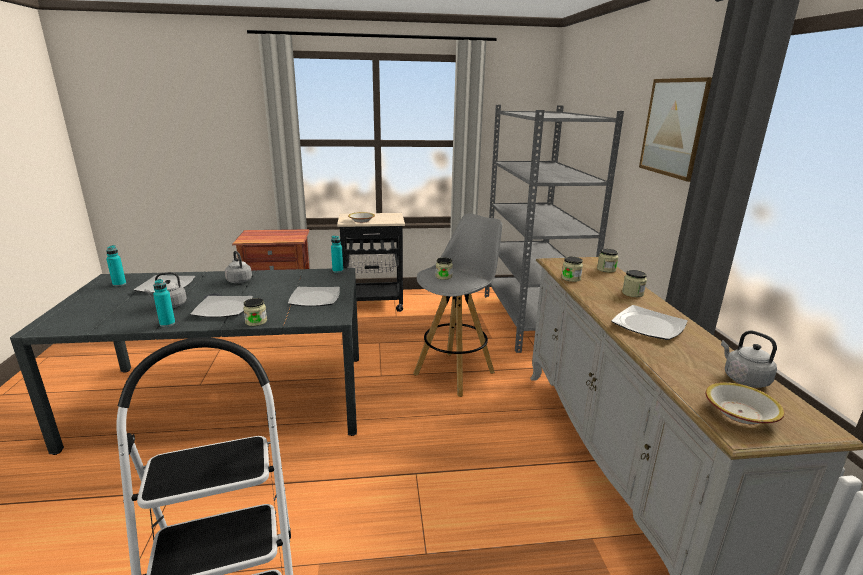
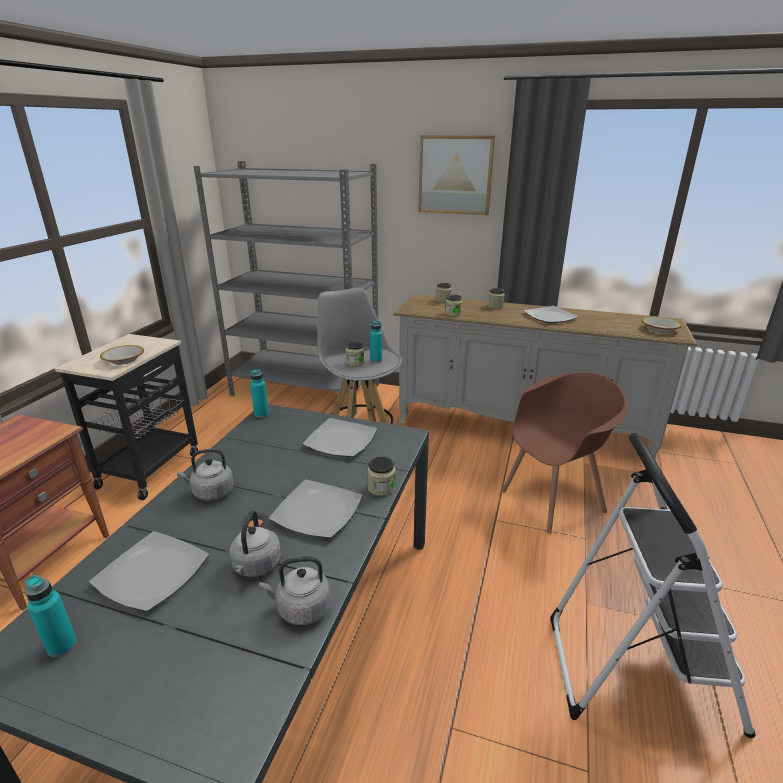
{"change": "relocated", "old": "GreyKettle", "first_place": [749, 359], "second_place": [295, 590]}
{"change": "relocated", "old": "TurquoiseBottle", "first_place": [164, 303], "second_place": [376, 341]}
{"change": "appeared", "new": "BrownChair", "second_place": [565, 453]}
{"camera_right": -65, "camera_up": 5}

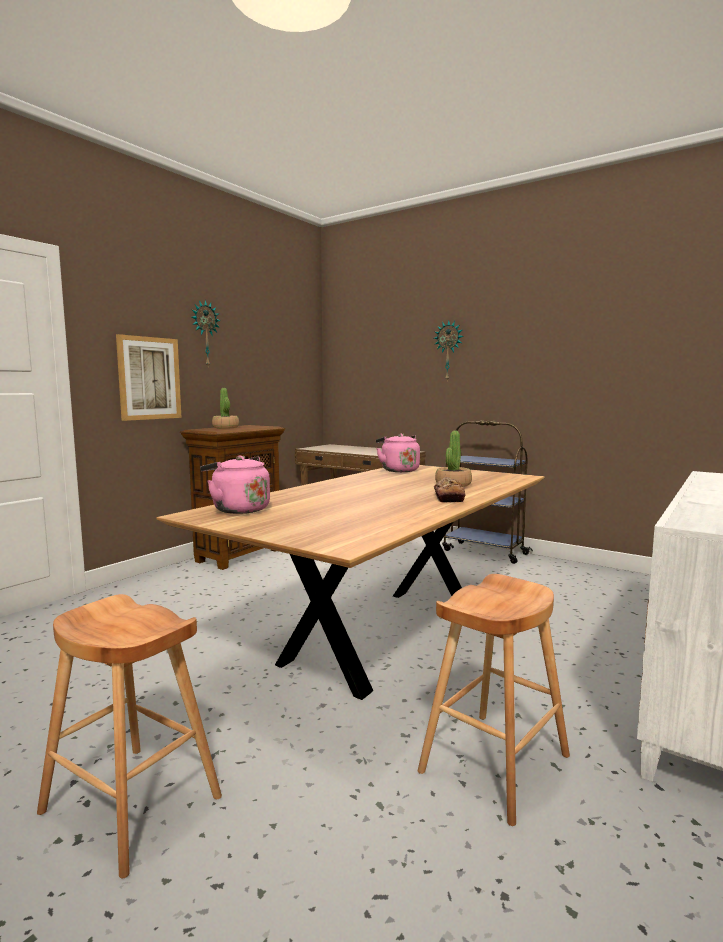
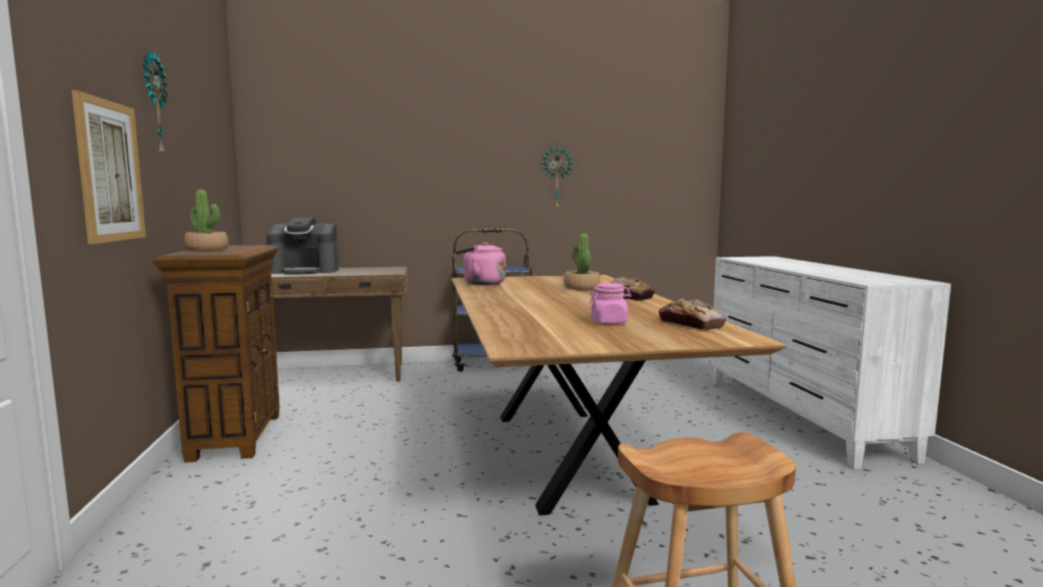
{"change": "appeared", "new": "CoffeeMachine", "second_place": [302, 245]}
{"change": "relocated", "old": "WallClock", "first_place": [449, 350], "second_place": [558, 177]}
{"change": "appeared", "new": "PinkJar", "second_place": [610, 303]}
{"change": "appeared", "new": "Bread", "second_place": [692, 314]}
{"change": "missing", "old": "PinkKettle", "first_place": [235, 485]}
{"change": "missing", "old": "BrownStool", "first_place": [494, 700]}
{"camera_right": -45, "camera_up": 0}

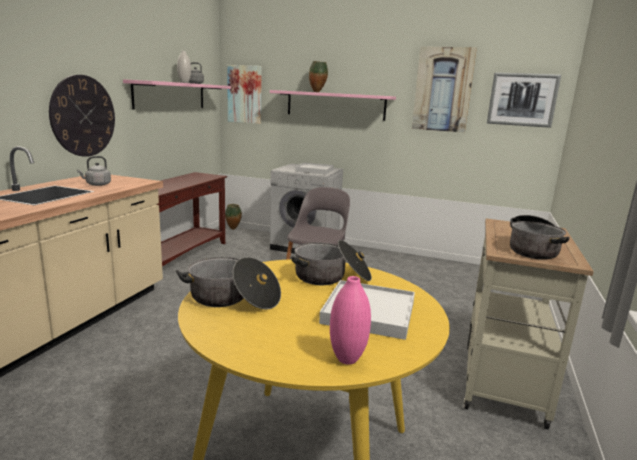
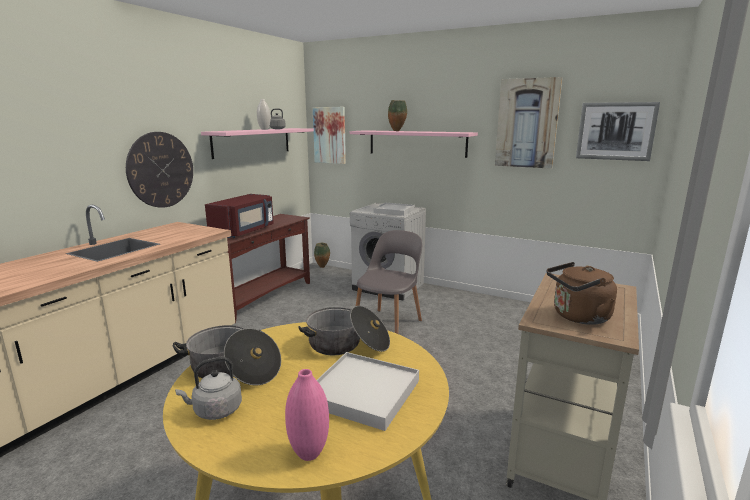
{"change": "relocated", "old": "GreyKettle", "first_place": [94, 171], "second_place": [208, 388]}
{"change": "appeared", "new": "RedMicrowave", "second_place": [239, 216]}
{"change": "exchanged", "old": "CookingPot", "new": "BrownKettle", "first_place": [539, 237], "second_place": [582, 293]}
{"camera_right": 10, "camera_up": 0}

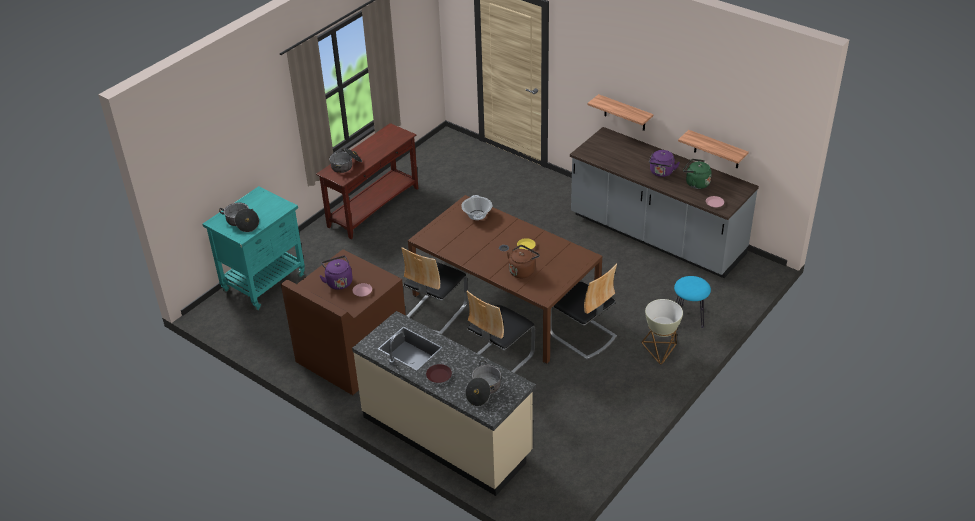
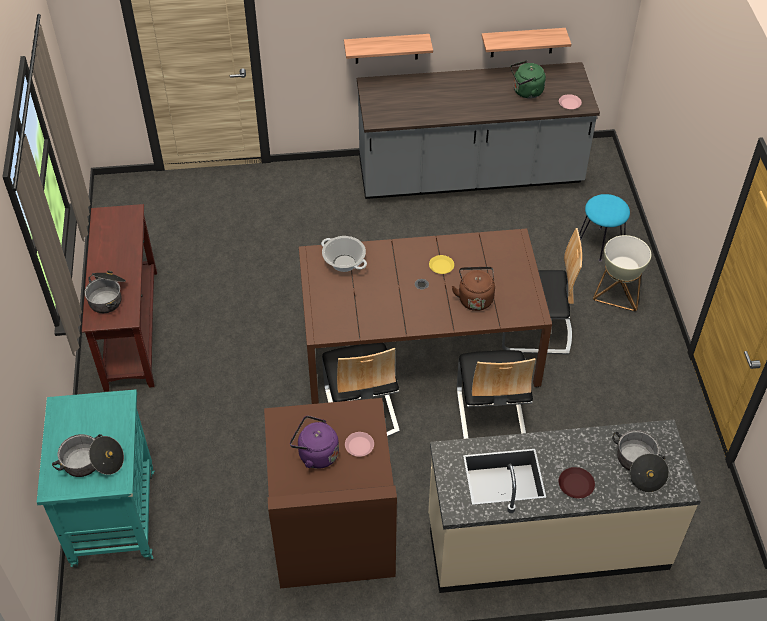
{"change": "missing", "old": "PurpleKettle", "first_place": [664, 163]}
{"camera_right": -45, "camera_up": 10}

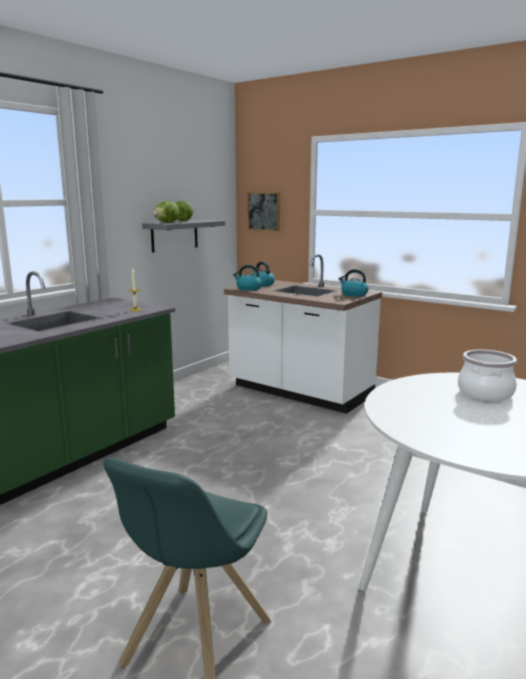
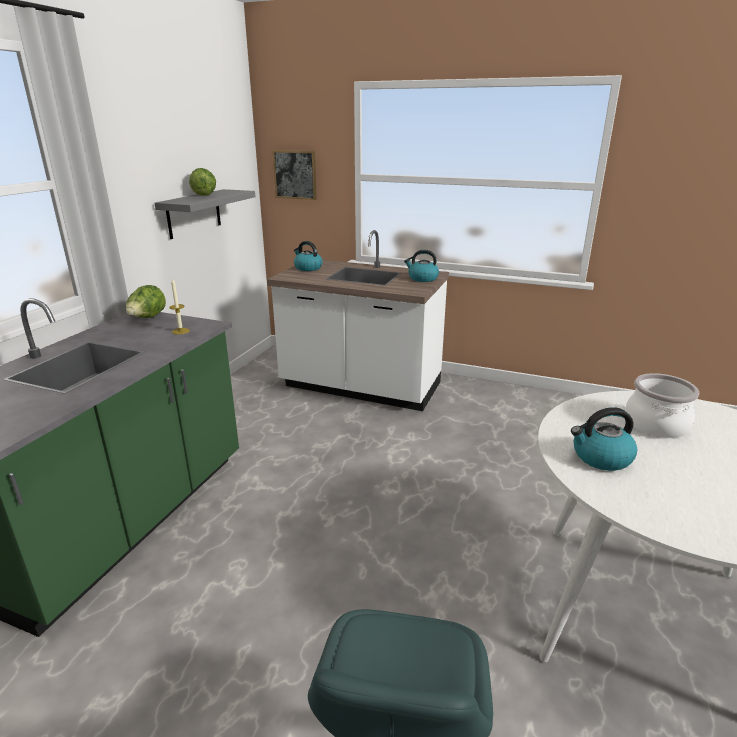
{"change": "relocated", "old": "Lettuce", "first_place": [166, 212], "second_place": [146, 301]}
{"change": "relocated", "old": "Kettle", "first_place": [247, 278], "second_place": [604, 439]}
{"camera_right": -15, "camera_up": 10}

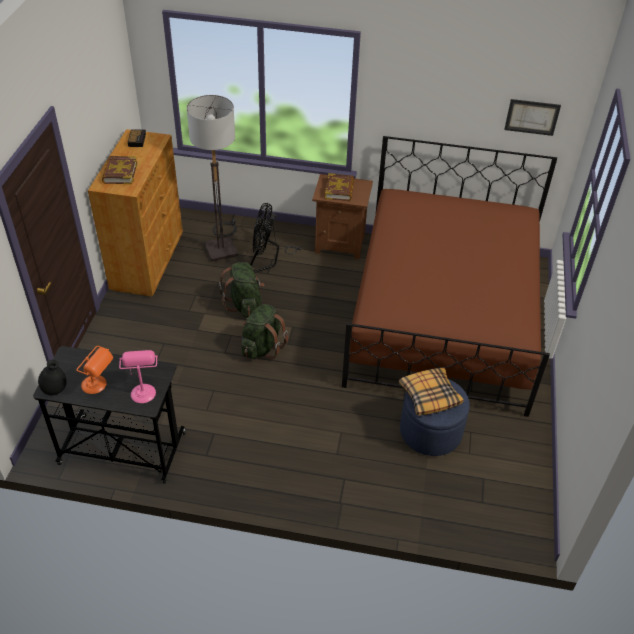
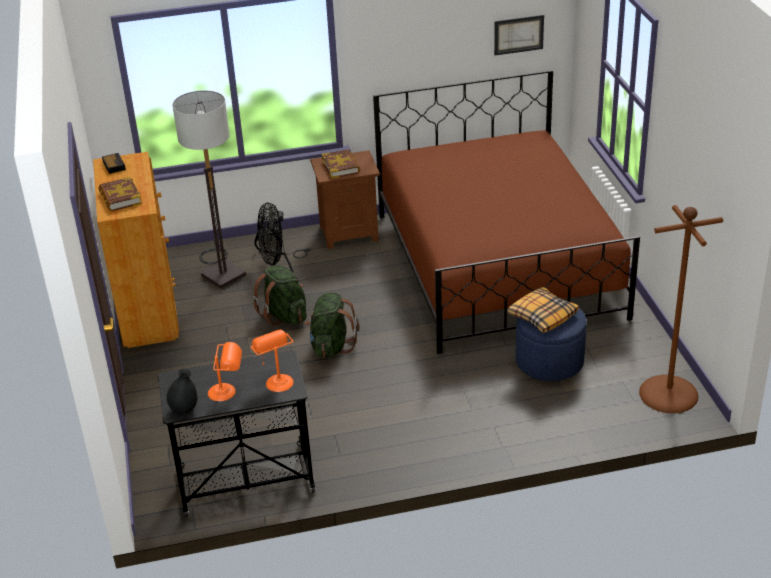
{"change": "colour", "old": "PinkTableLamp", "new": "OrangeTableLamp", "first_place": [138, 376], "second_place": [272, 361]}
{"change": "appeared", "new": "BrownClothesRack", "second_place": [681, 309]}
{"camera_right": -20, "camera_up": -10}

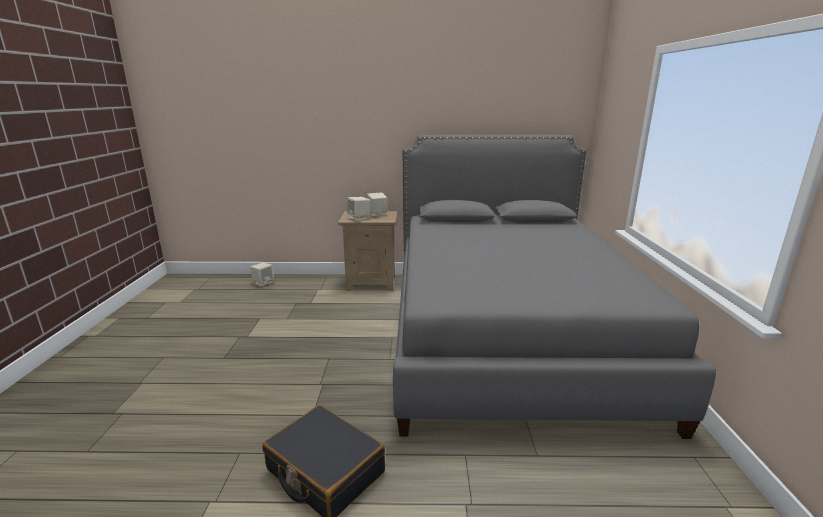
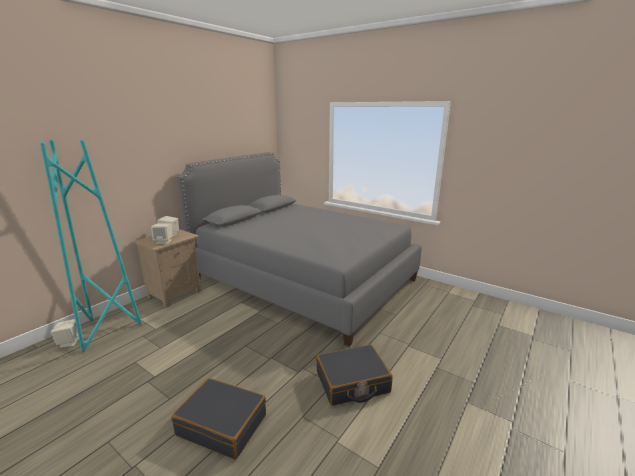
{"change": "appeared", "new": "TurquoiseClothesRack", "second_place": [91, 245]}
{"change": "appeared", "new": "BlackSuitcase", "second_place": [218, 418]}
{"camera_right": -55, "camera_up": 0}

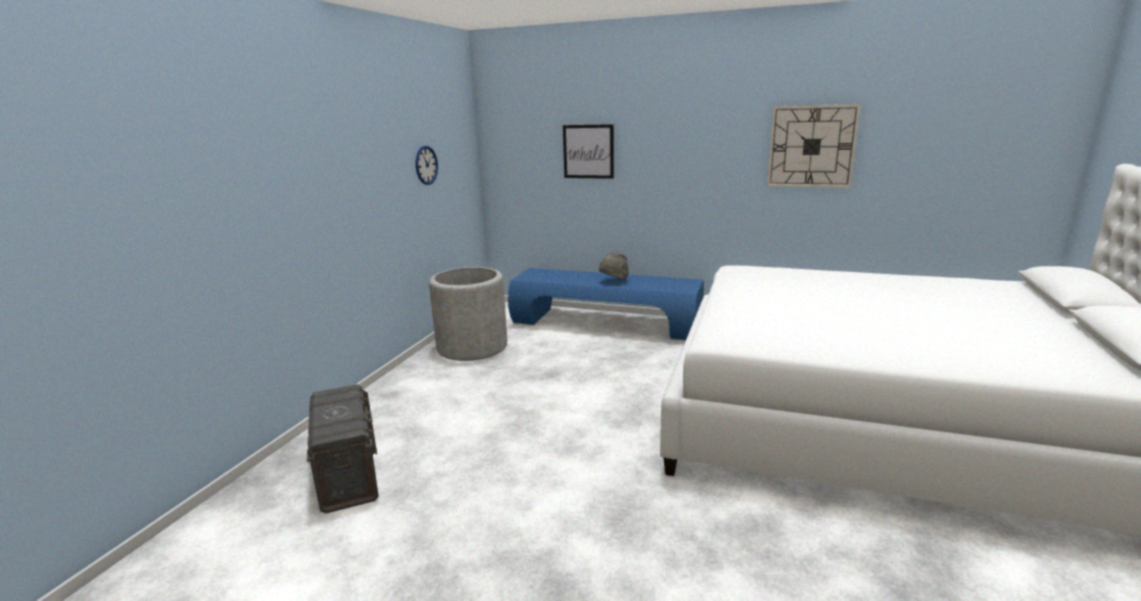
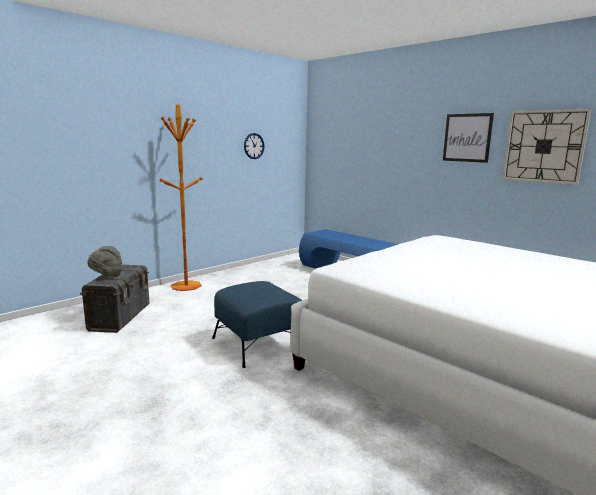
{"change": "relocated", "old": "GreyHat", "first_place": [614, 266], "second_place": [105, 261]}
{"change": "appeared", "new": "OrangeClothesRack", "second_place": [180, 197]}
{"change": "appeared", "new": "BlueOttoman", "second_place": [257, 324]}
{"change": "relocated", "old": "Picture", "first_place": [588, 151], "second_place": [468, 138]}
{"change": "missing", "old": "GreyPlanter", "first_place": [468, 314]}
{"camera_right": 25, "camera_up": -5}

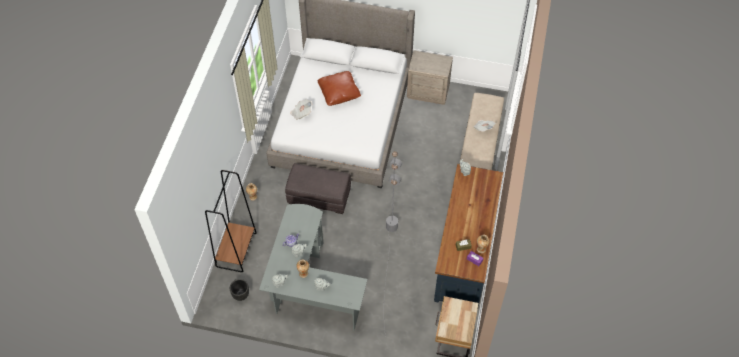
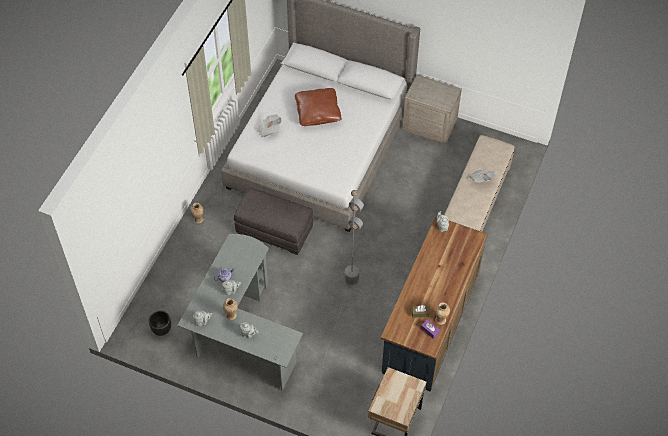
{"change": "missing", "old": "ClothesRack", "first_place": [231, 221]}
{"camera_right": 10, "camera_up": 0}

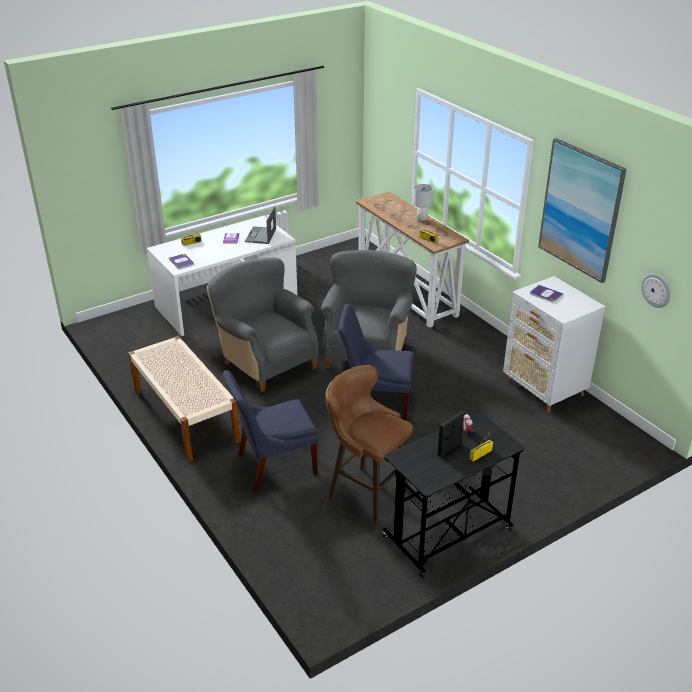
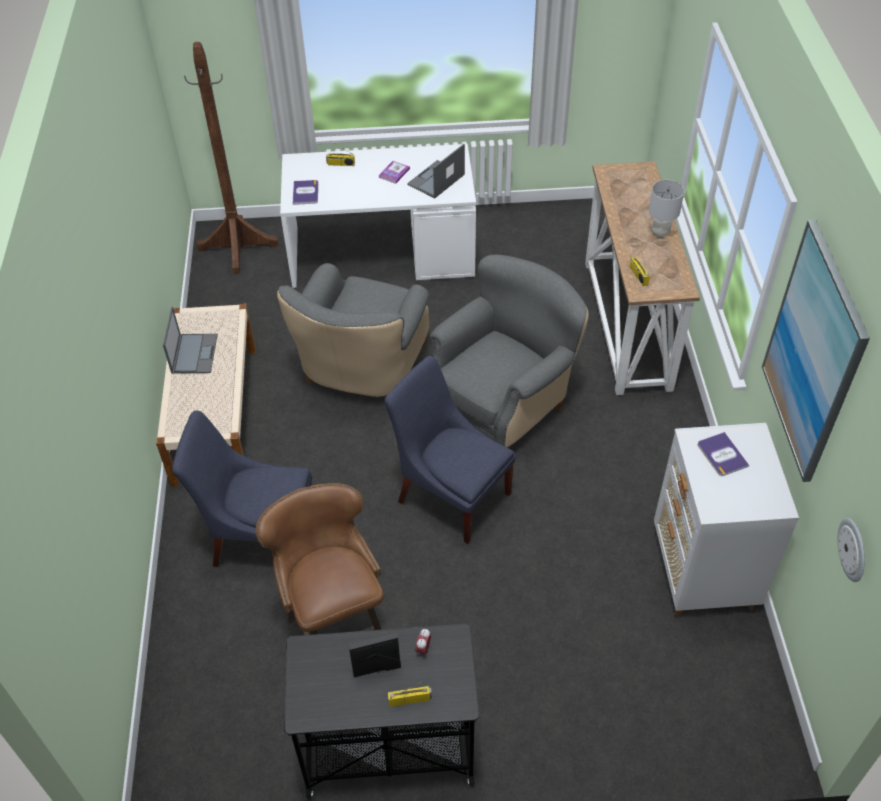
{"change": "appeared", "new": "Laptop", "second_place": [190, 340]}
{"change": "appeared", "new": "BrownClothesRack", "second_place": [231, 158]}
{"change": "spun", "old": "GreyArmchair", "first_place": [263, 324], "second_place": [353, 330], "degrees": -150}
{"camera_right": 30, "camera_up": 15}

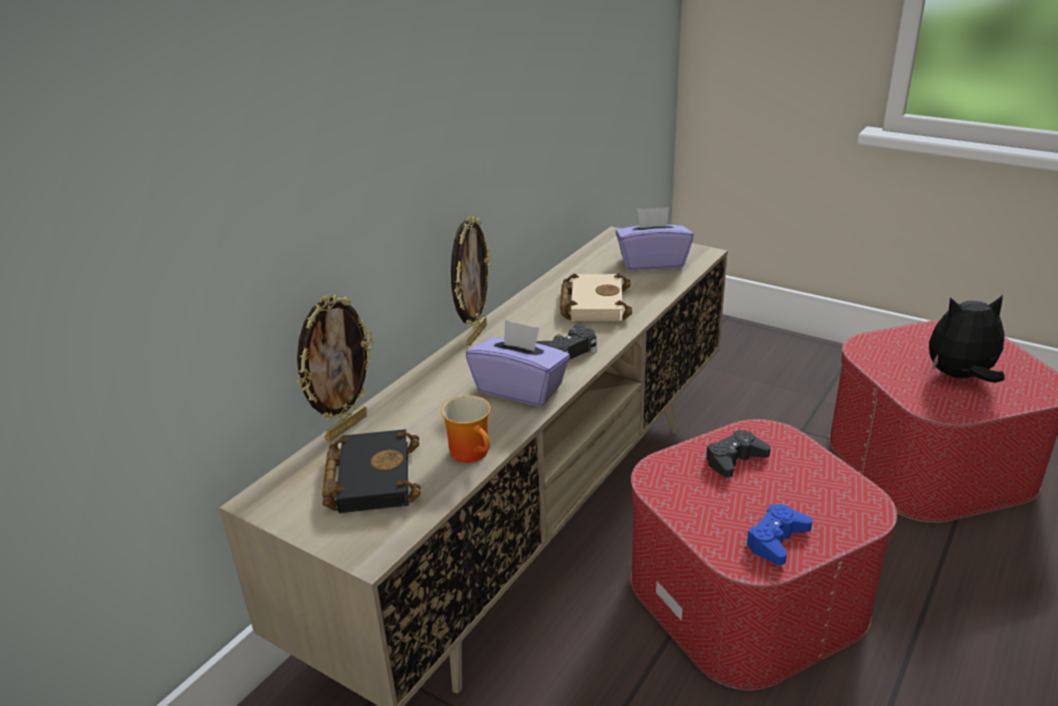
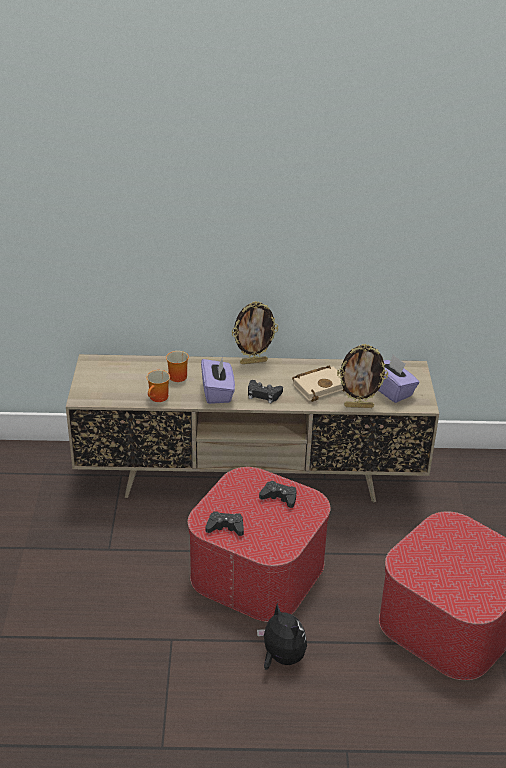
{"change": "appeared", "new": "Mug", "second_place": [177, 366]}
{"change": "colour", "old": "BlueGameController", "new": "BlackGameController", "first_place": [779, 534], "second_place": [225, 523]}
{"change": "relocated", "old": "PlushToy", "first_place": [967, 339], "second_place": [282, 636]}
{"change": "relocated", "old": "PictureFrame", "first_place": [335, 367], "second_place": [362, 376]}
{"change": "missing", "old": "BlackBook", "first_place": [371, 471]}
{"camera_right": 55, "camera_up": 5}

